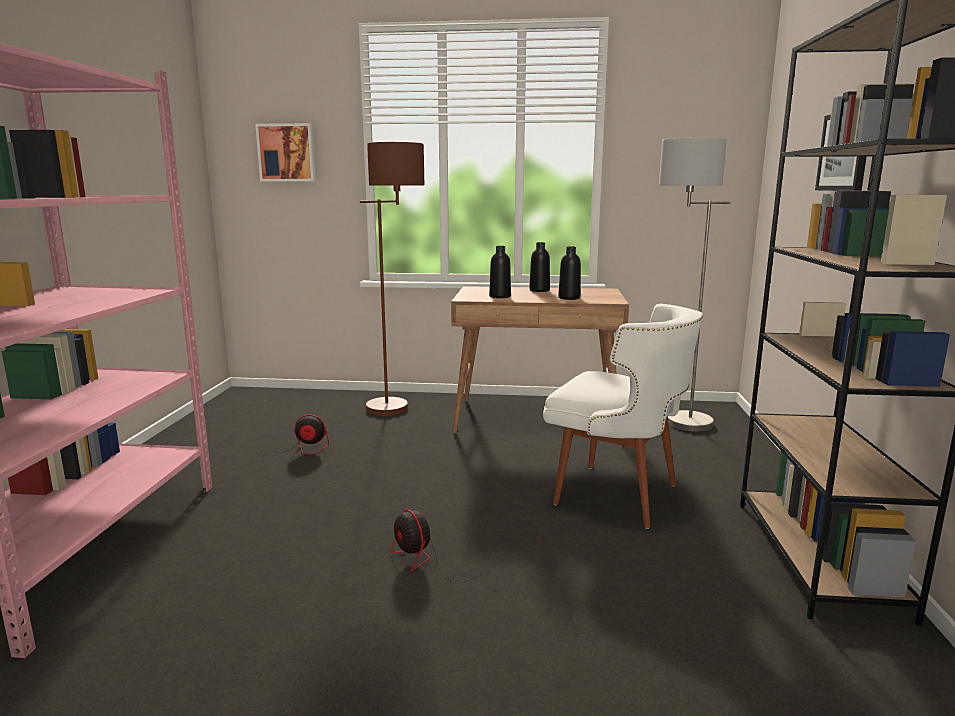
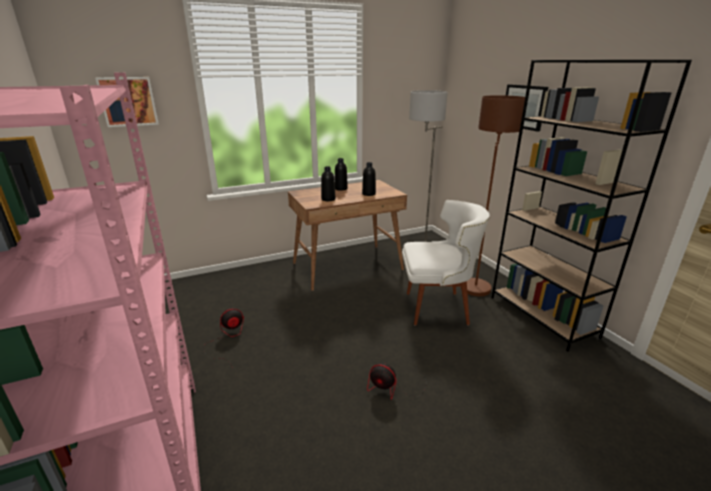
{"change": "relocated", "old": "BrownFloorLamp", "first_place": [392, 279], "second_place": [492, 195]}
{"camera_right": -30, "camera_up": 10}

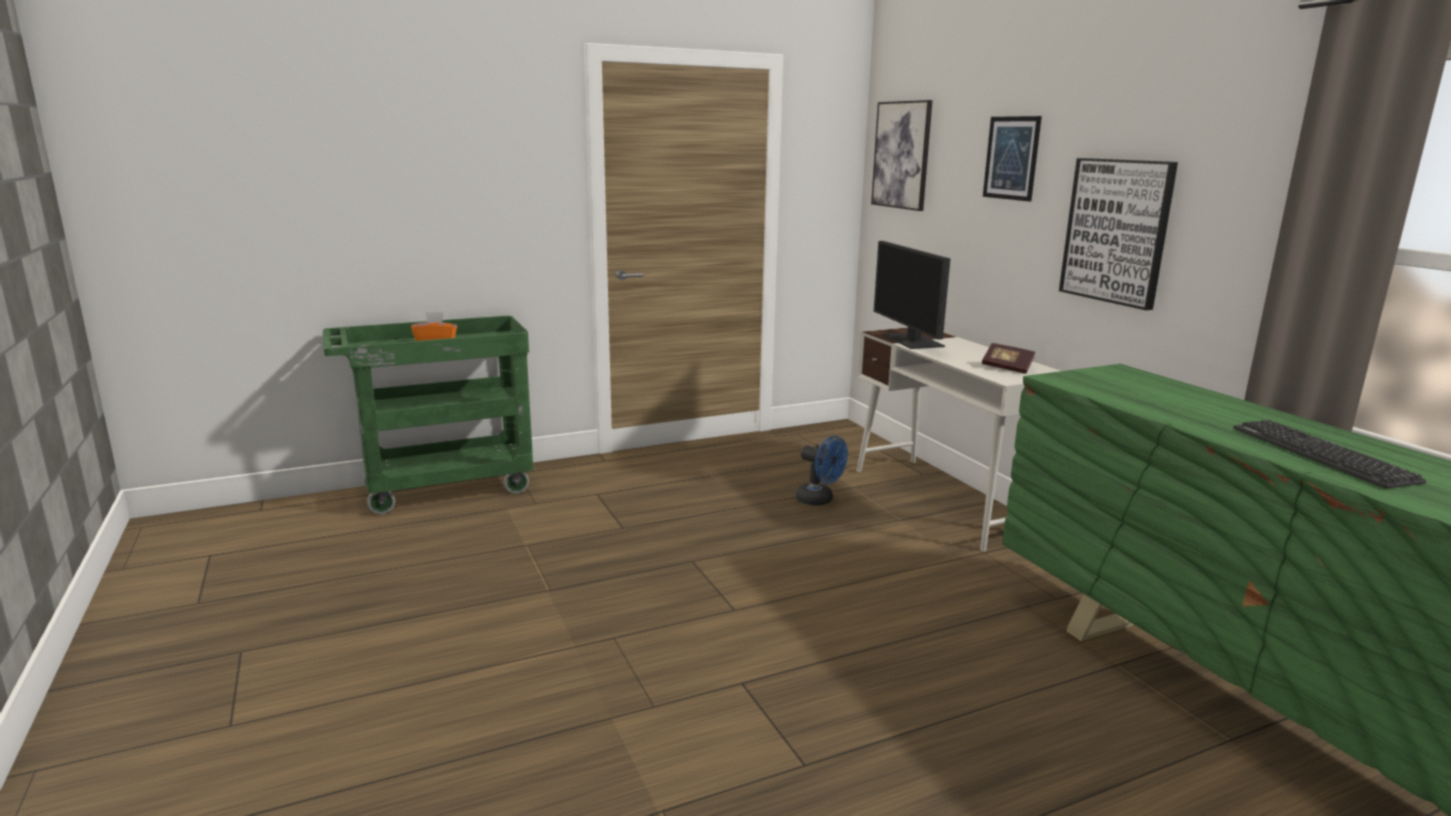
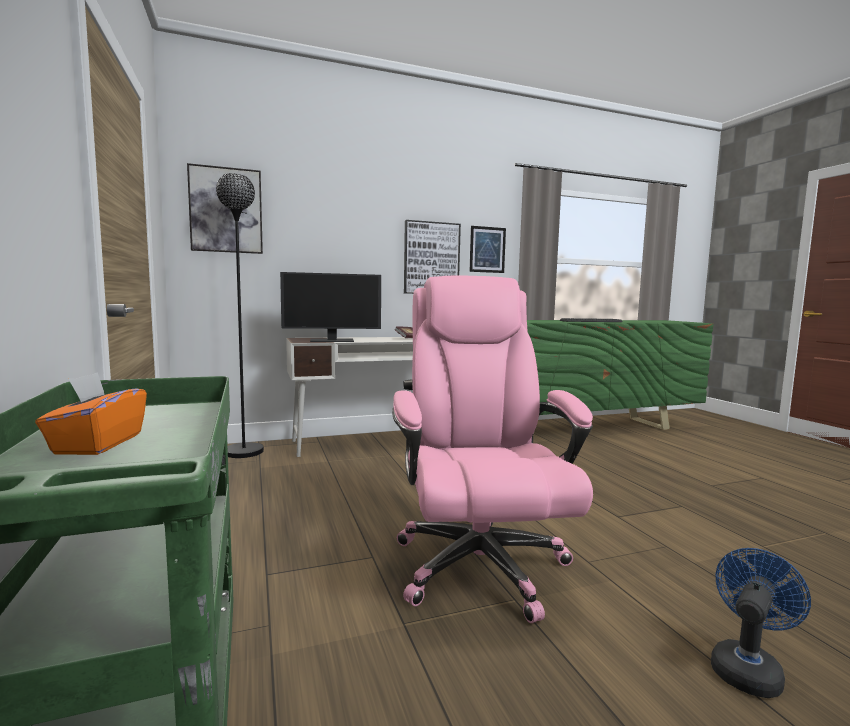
{"change": "appeared", "new": "BlackFloorLamp", "second_place": [240, 315]}
{"change": "appeared", "new": "PinkOfficeChair", "second_place": [492, 449]}
{"change": "relocated", "old": "Picture", "first_place": [1012, 159], "second_place": [487, 249]}
{"change": "relocated", "old": "BlueFan", "first_place": [822, 471], "second_place": [761, 623]}
{"camera_right": -85, "camera_up": -10}

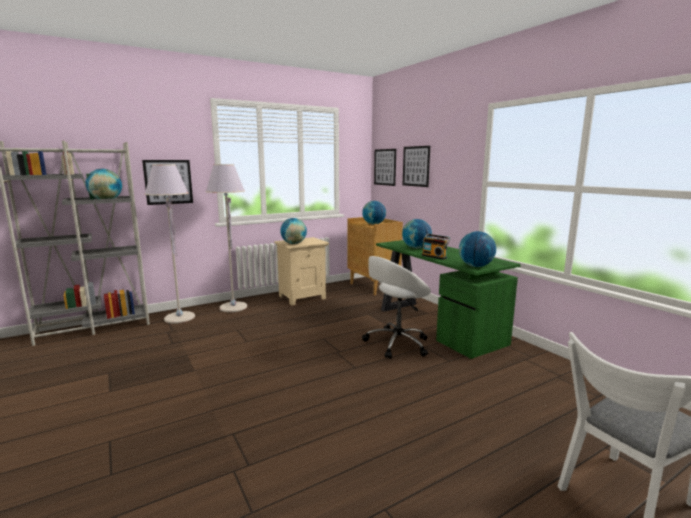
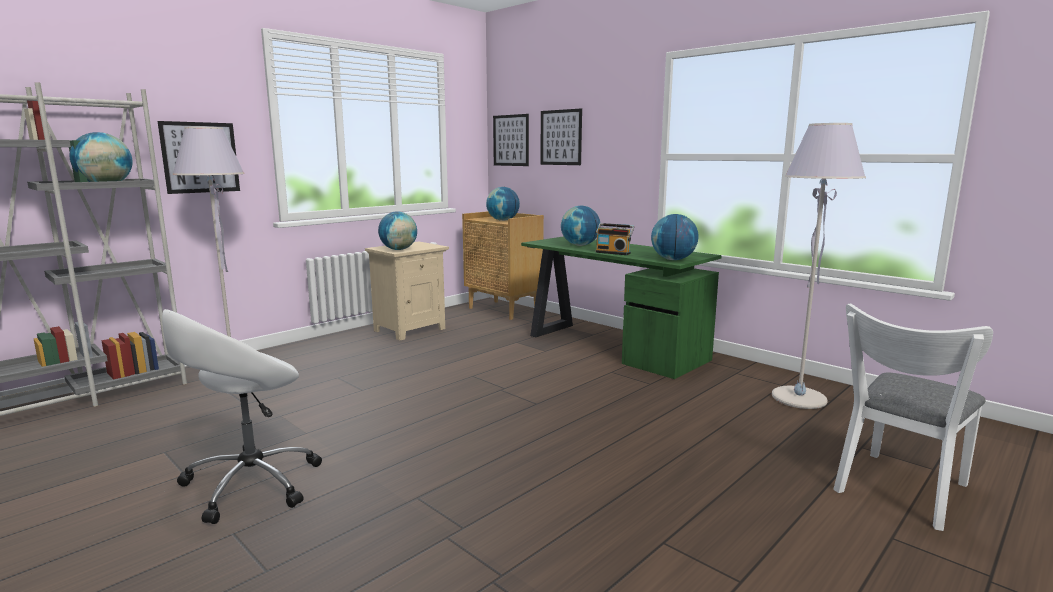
{"change": "relocated", "old": "WhiteOfficeChair", "first_place": [396, 307], "second_place": [242, 416]}
{"change": "relocated", "old": "GreyFloorLamp", "first_place": [226, 238], "second_place": [819, 266]}
{"camera_right": -15, "camera_up": 0}

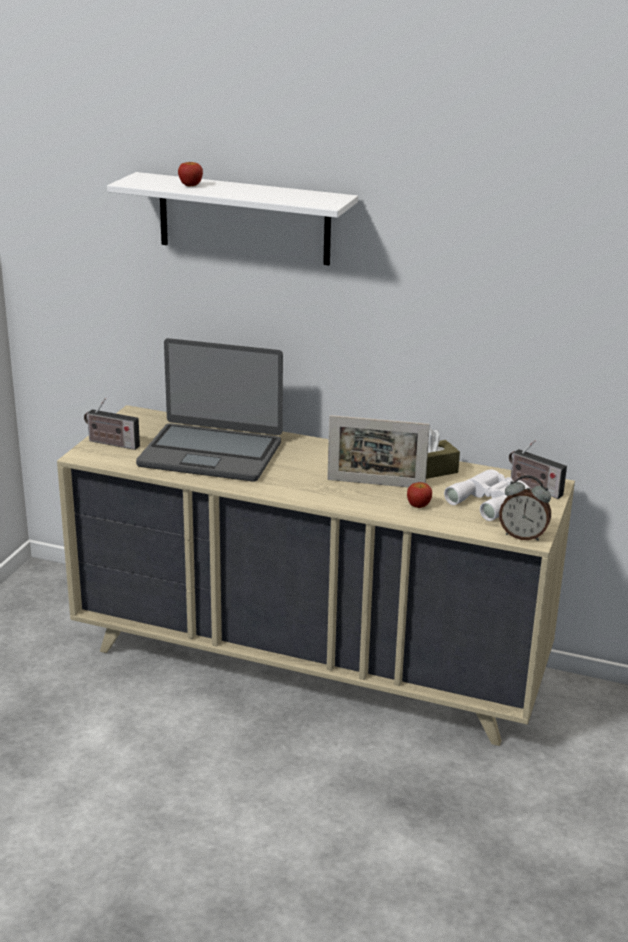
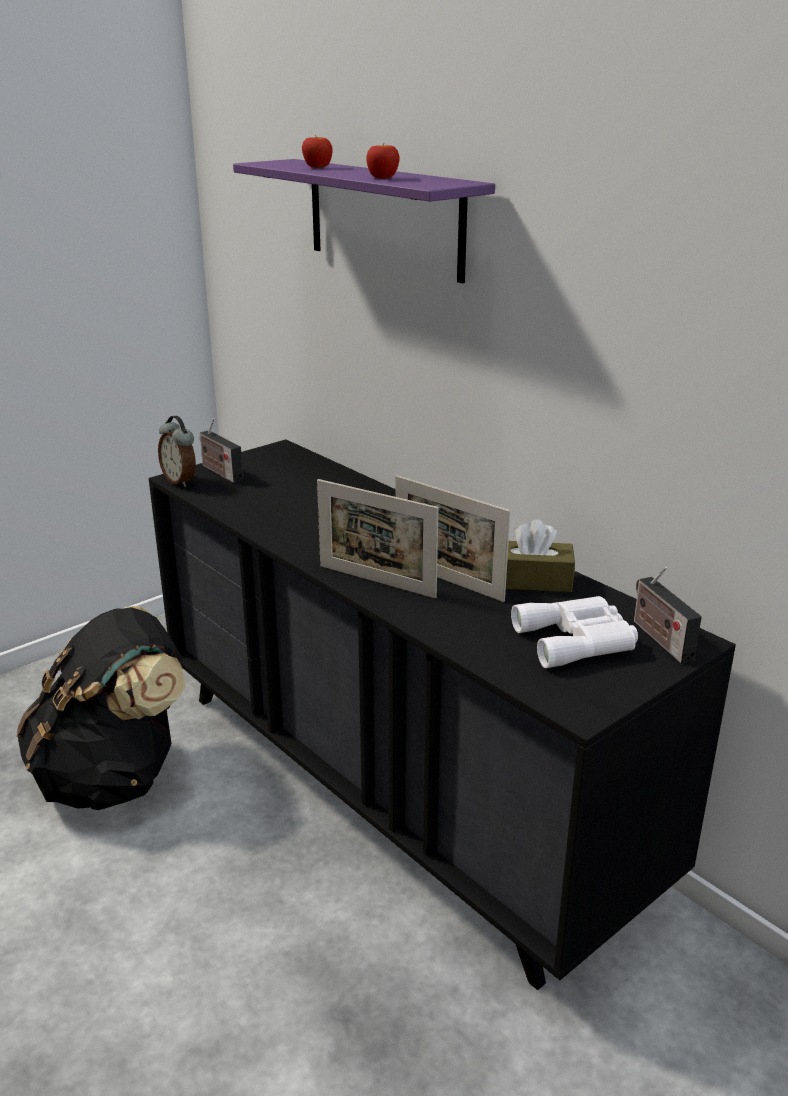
{"change": "appeared", "new": "BlackBackpack", "second_place": [101, 708]}
{"change": "colour", "old": "BeigeDresser", "new": "BlackDresser", "first_place": [316, 575], "second_place": [442, 714]}
{"change": "relocated", "old": "AlarmClock", "first_place": [525, 508], "second_place": [177, 451]}
{"change": "colour", "old": "WhiteShelf", "new": "PurpleShelf", "first_place": [232, 218], "second_place": [364, 221]}
{"change": "appeared", "new": "PictureFrame", "second_place": [378, 538]}
{"change": "relocated", "old": "Apple", "first_place": [419, 495], "second_place": [383, 161]}
{"change": "missing", "old": "Laptop", "first_place": [209, 410]}
{"camera_right": 30, "camera_up": 0}

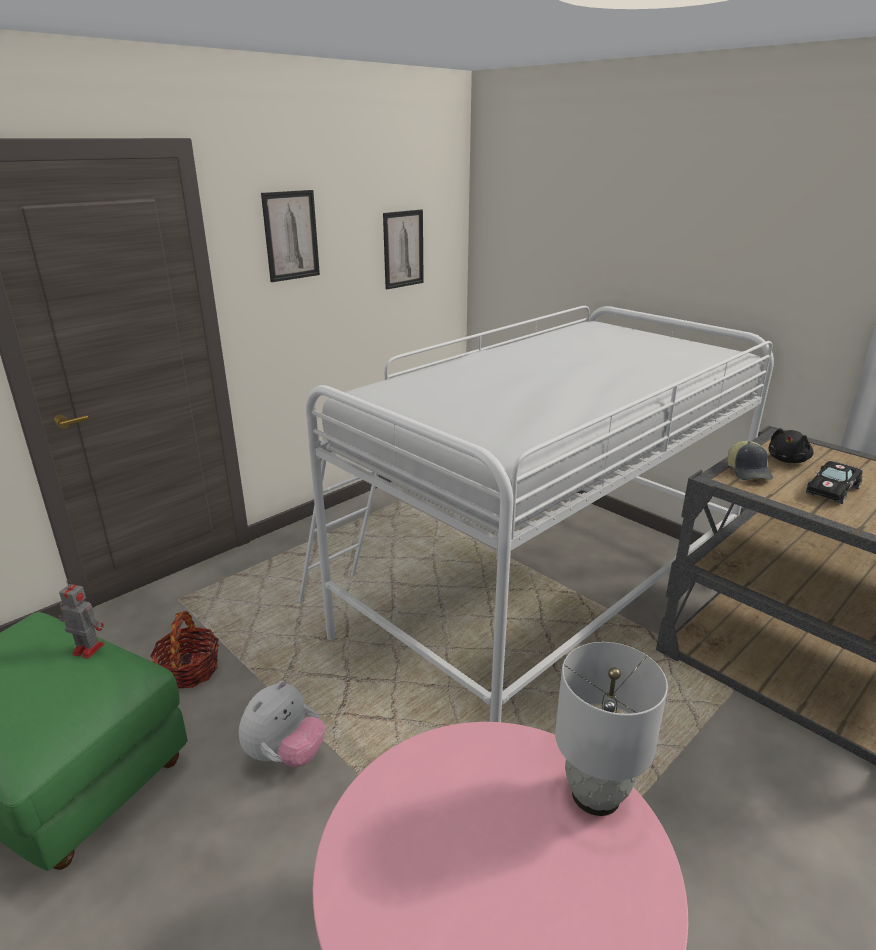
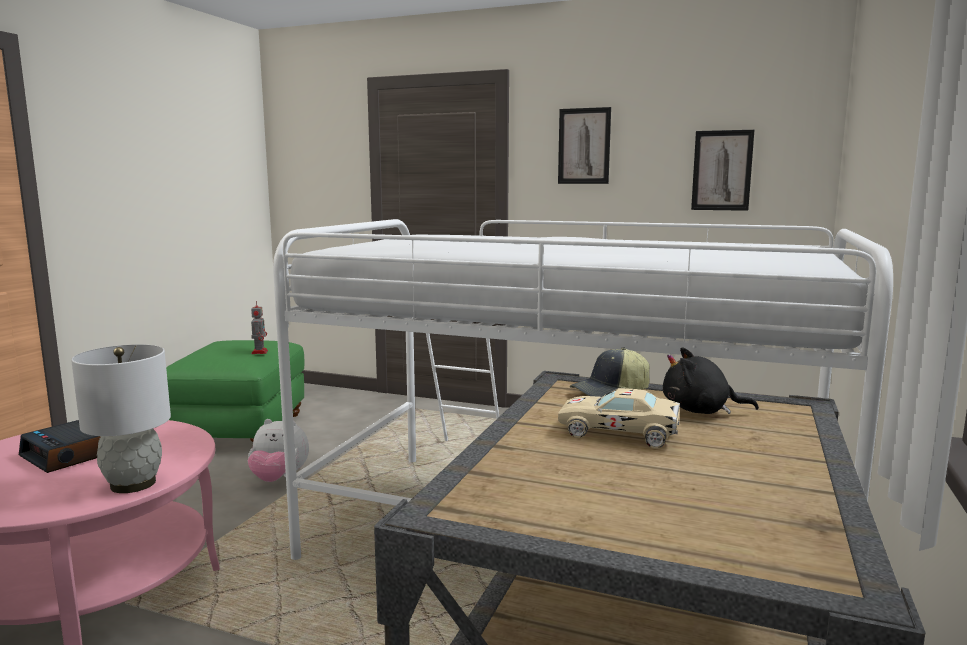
{"change": "appeared", "new": "AlarmClock", "second_place": [60, 446]}
{"change": "colour", "old": "BlackToyCar", "new": "BeigeToyCar", "first_place": [834, 482], "second_place": [619, 418]}
{"change": "missing", "old": "Basket", "first_place": [184, 649]}
{"camera_right": 65, "camera_up": -15}

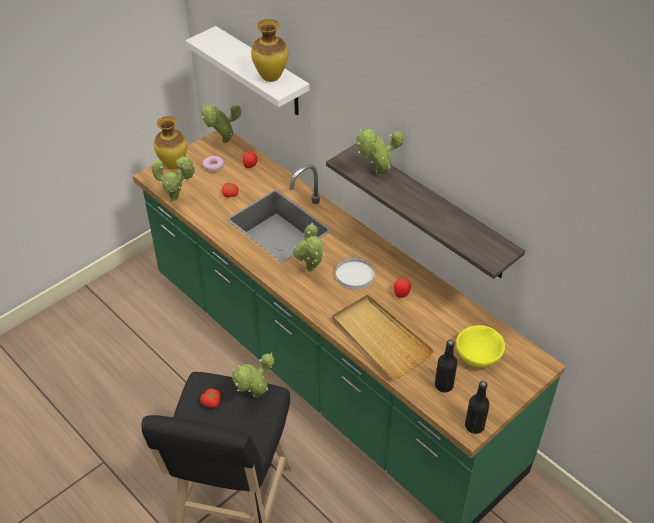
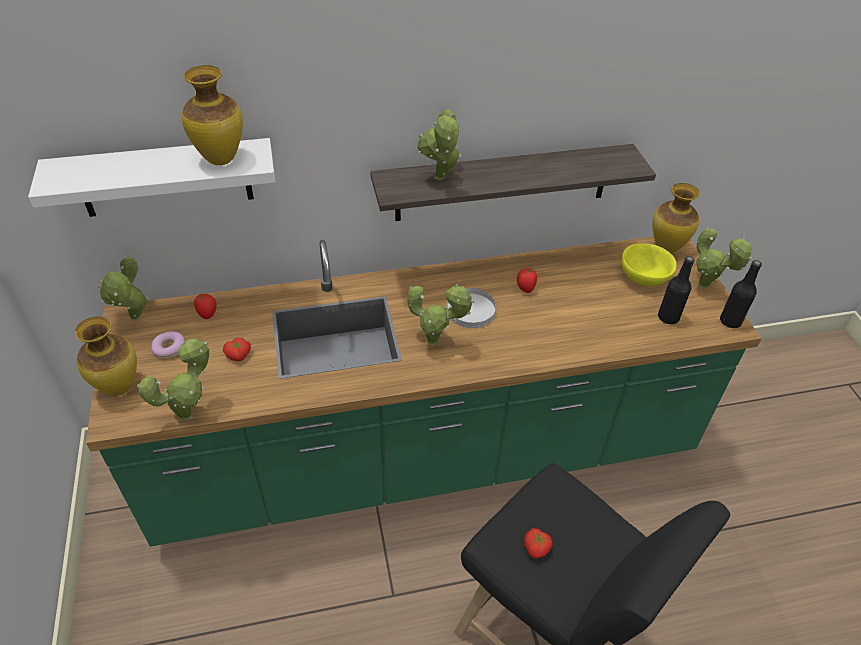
{"change": "appeared", "new": "Vase", "second_place": [676, 218]}
{"change": "relocated", "old": "PottedPlant", "first_place": [253, 375], "second_place": [723, 257]}
{"change": "missing", "old": "BeigeTray", "first_place": [383, 337]}
{"camera_right": -60, "camera_up": 0}

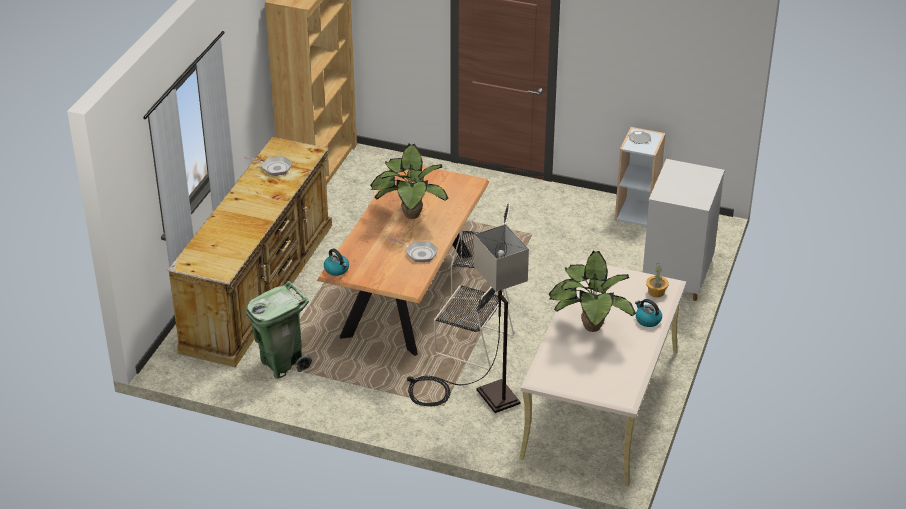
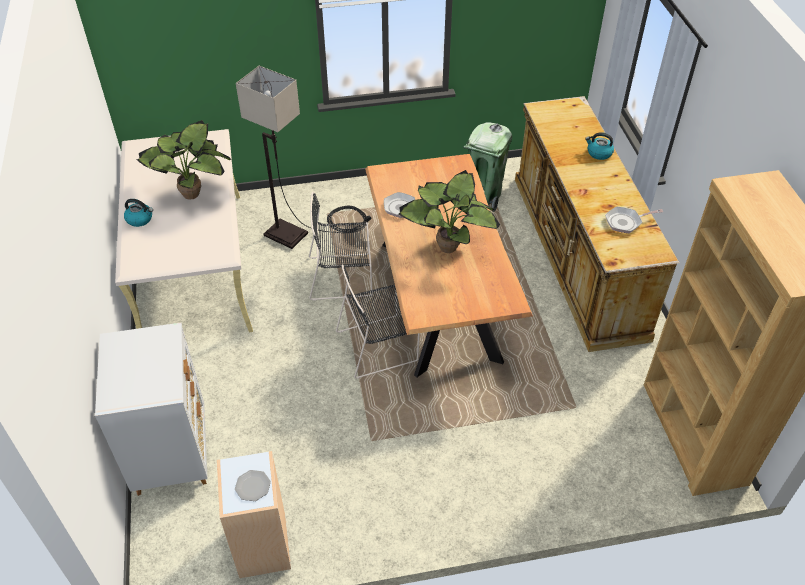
{"change": "relocated", "old": "Kettle", "first_place": [336, 262], "second_place": [599, 146]}
{"change": "missing", "old": "PottedPlant", "first_place": [657, 280]}
{"camera_right": 150, "camera_up": 10}

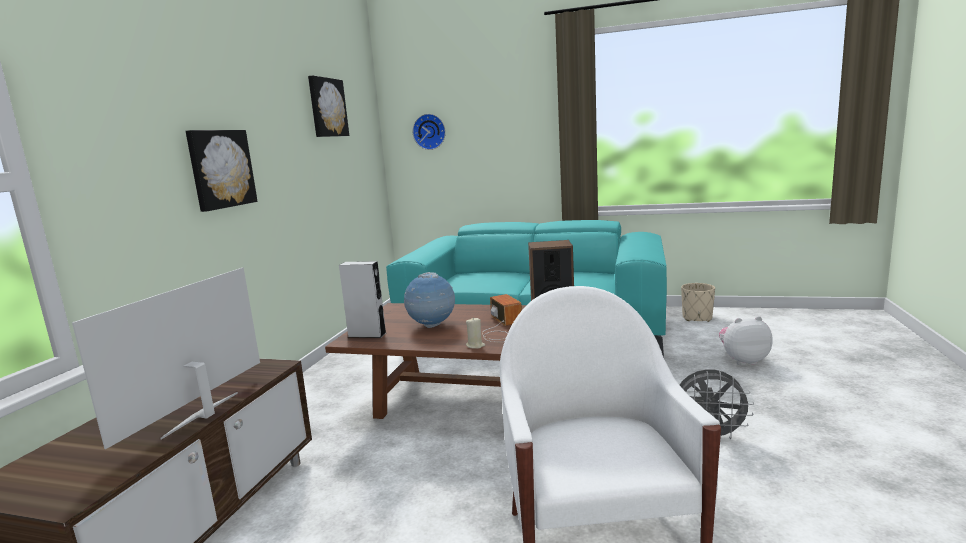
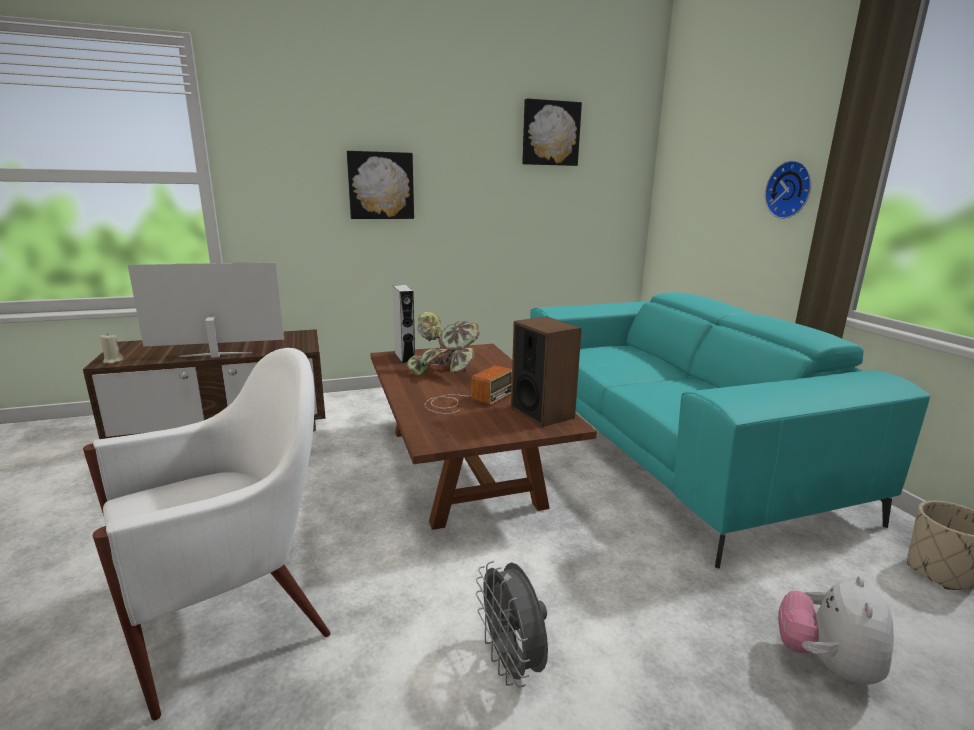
{"change": "relocated", "old": "BeigeCandle", "first_place": [475, 333], "second_place": [112, 348]}
{"change": "exchanged", "old": "Globe", "new": "PottedPlant", "first_place": [429, 300], "second_place": [443, 344]}
{"change": "relocated", "old": "WallClock", "first_place": [429, 132], "second_place": [788, 189]}
{"change": "spun", "old": "PlushToy", "first_place": [746, 341], "second_place": [836, 630], "degrees": -120}
{"camera_right": 55, "camera_up": 5}

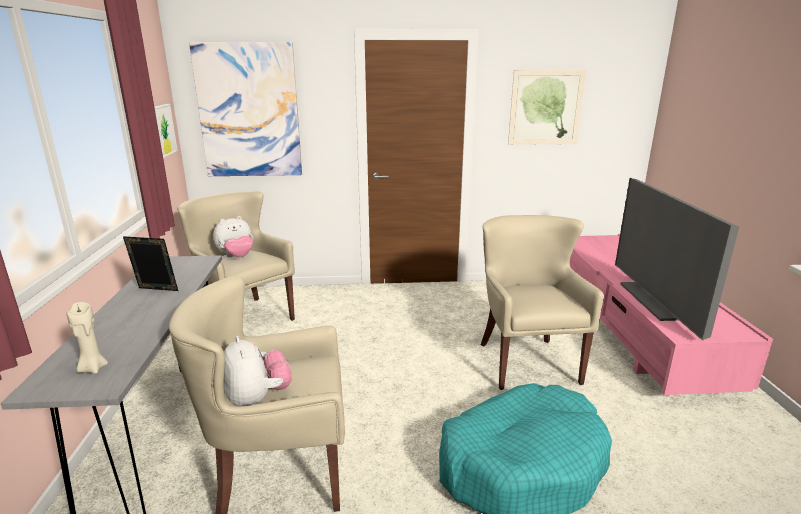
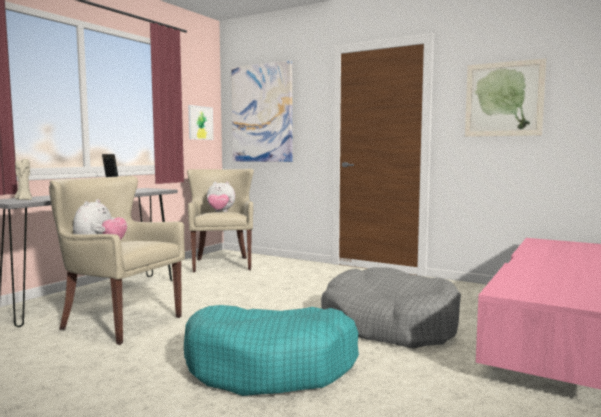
{"change": "exchanged", "old": "BeigeArmchair", "new": "GreyDogBed", "first_place": [542, 302], "second_place": [391, 308]}
{"change": "missing", "old": "Television", "first_place": [677, 259]}
{"camera_right": 35, "camera_up": -15}

